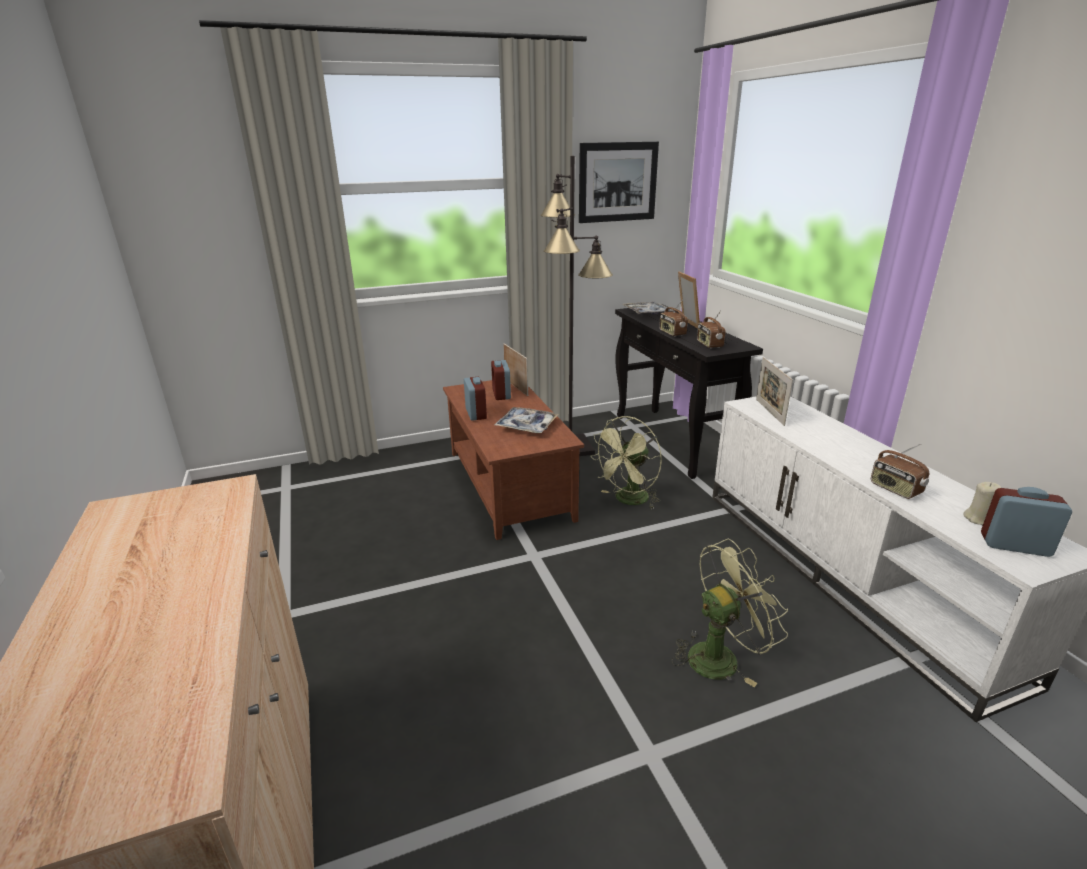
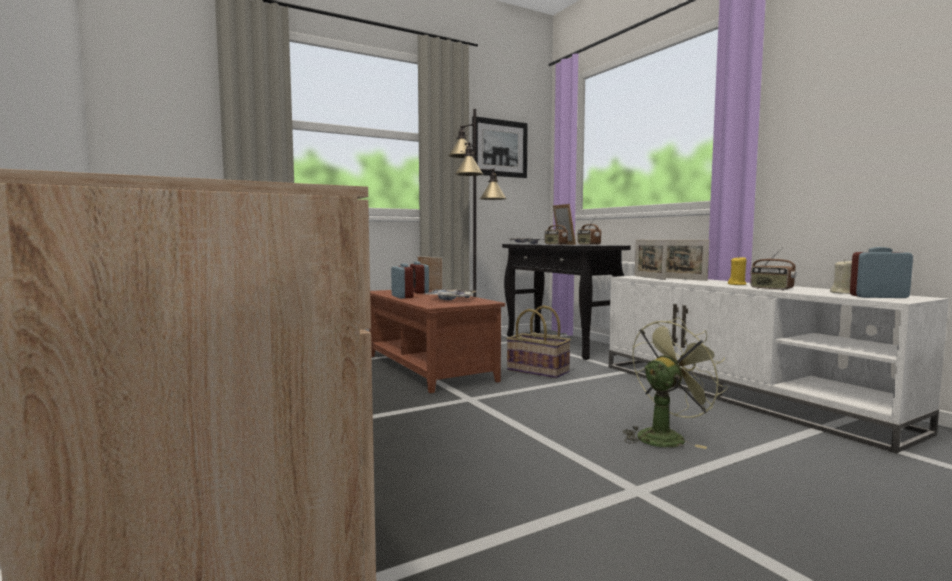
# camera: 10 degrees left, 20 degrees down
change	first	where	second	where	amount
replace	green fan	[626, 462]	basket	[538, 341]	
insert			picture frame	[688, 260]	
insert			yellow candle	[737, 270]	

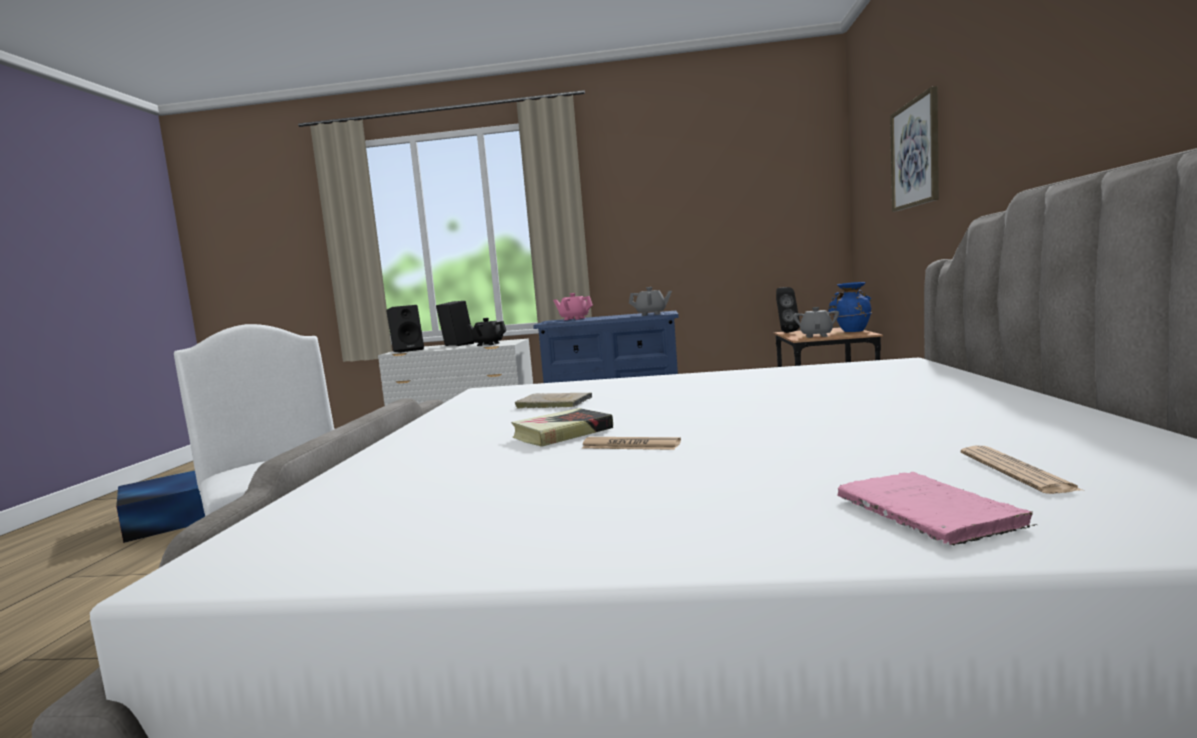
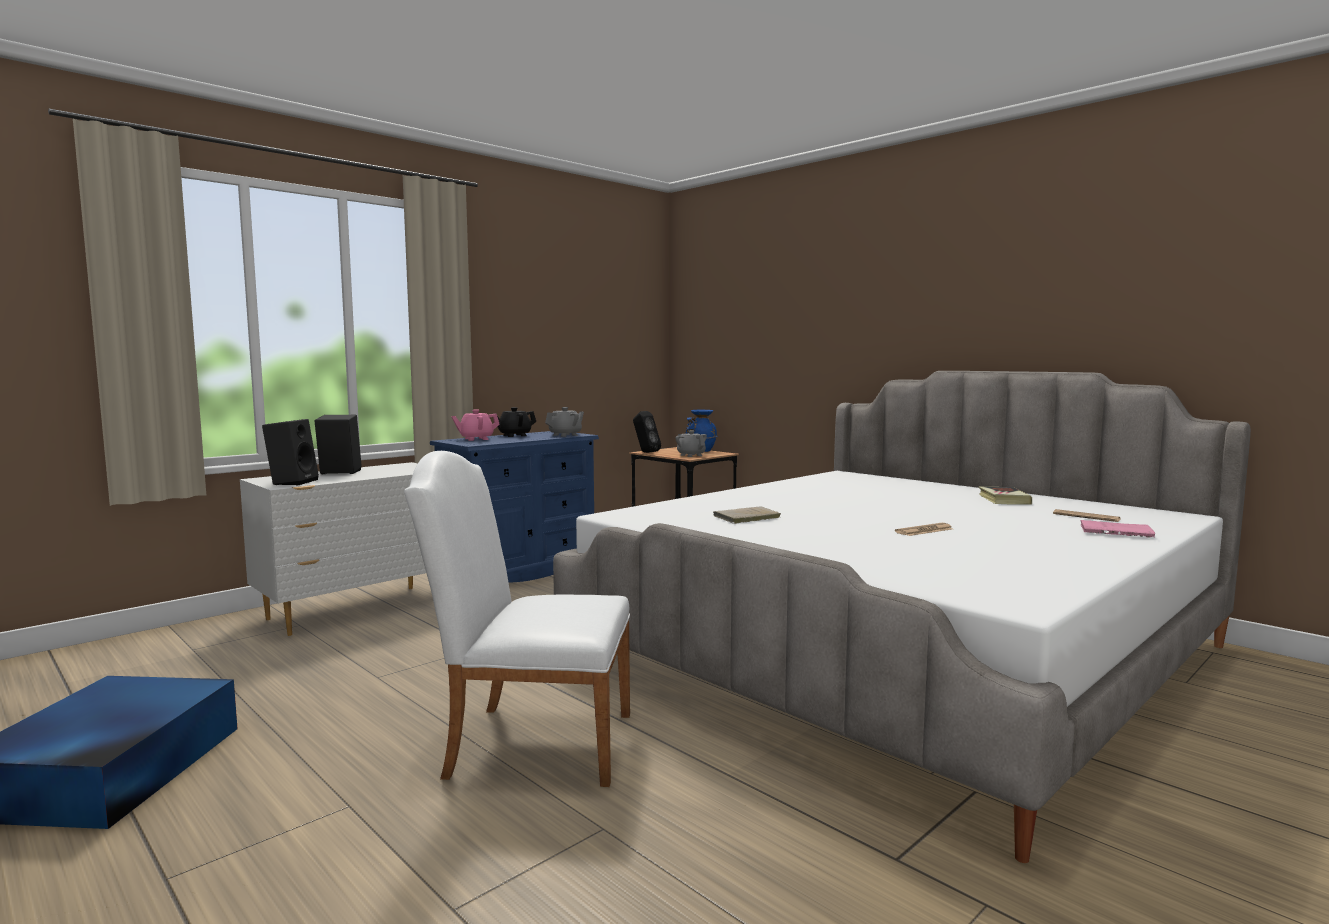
# camera: 50 degrees left, 0 degrees up
change	first	where	second	where	amount
move	black teapot	[487, 332]		[516, 422]	
move	book	[562, 427]		[1005, 496]	
delete	picture	[914, 149]			

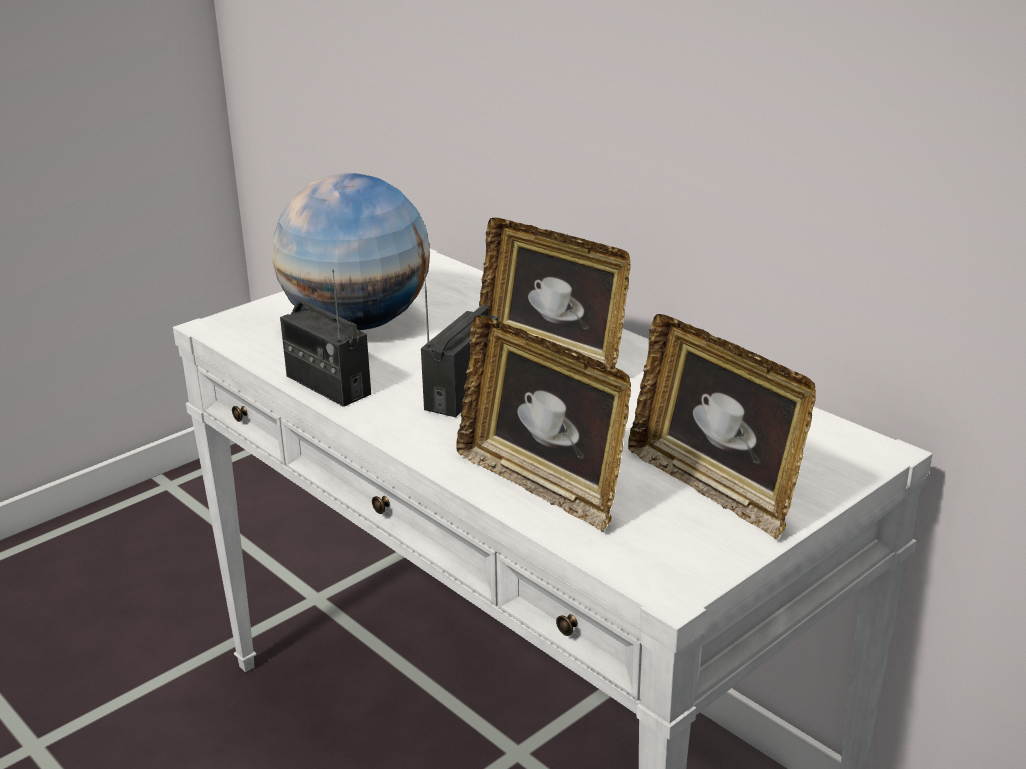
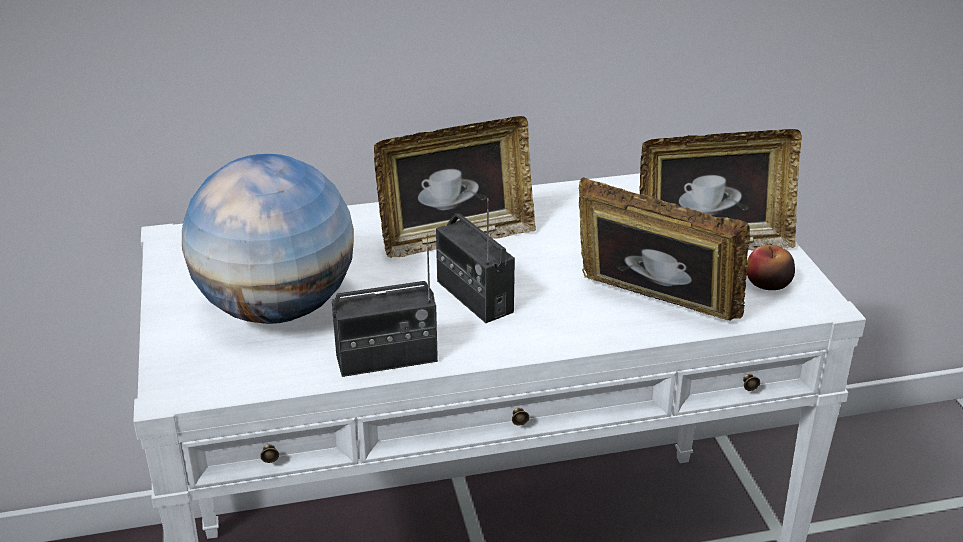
# camera: 60 degrees left, 5 degrees up
change	first	where	second	where	amount
rotate	picture frame	[543, 424]		[664, 248]	135 degrees counterclockwise
insert			apple	[770, 267]	

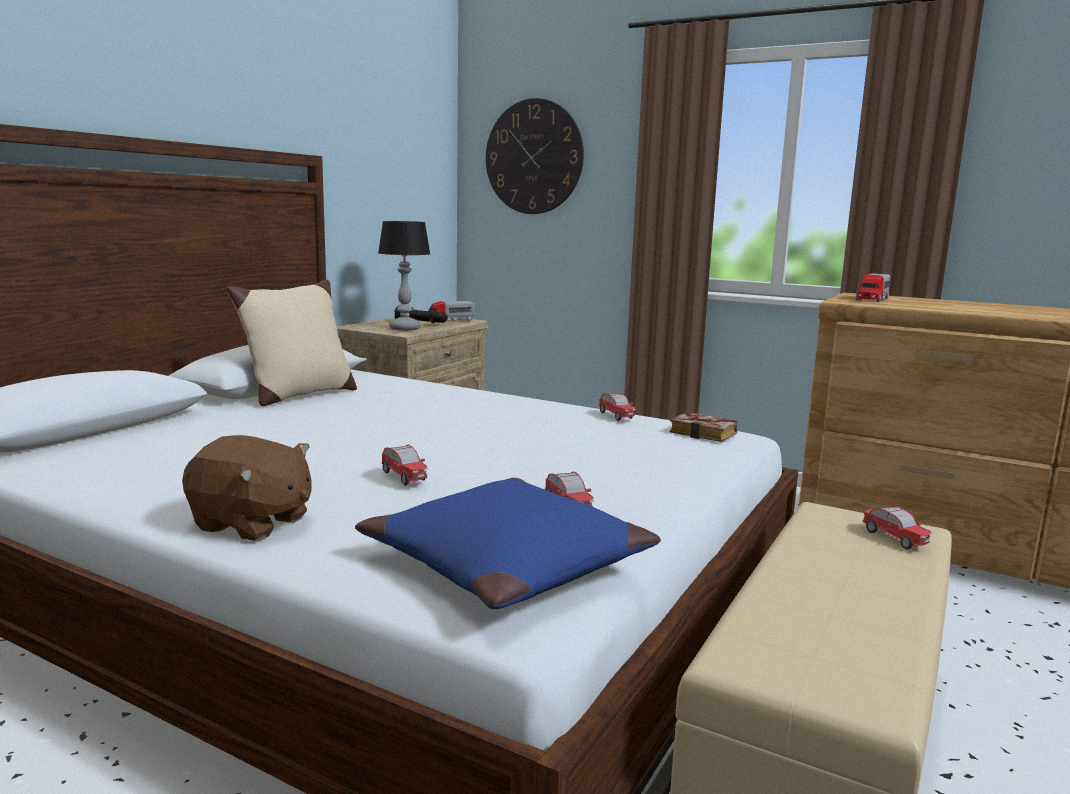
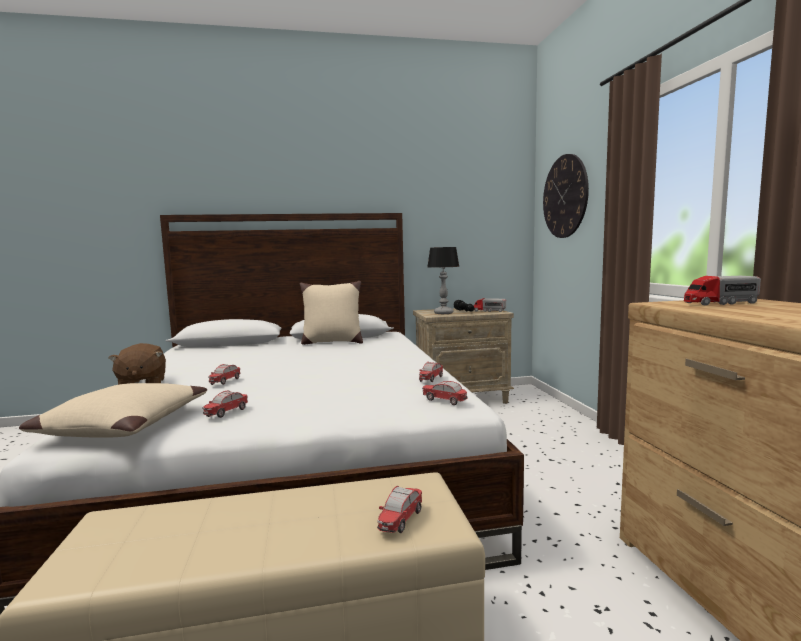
# camera: 50 degrees right, 5 degrees down
change	first	where	second	where	amount
recolor	blue pillow	[508, 543]	beige pillow	[113, 410]	
replace	book	[703, 427]	toy car	[444, 393]	

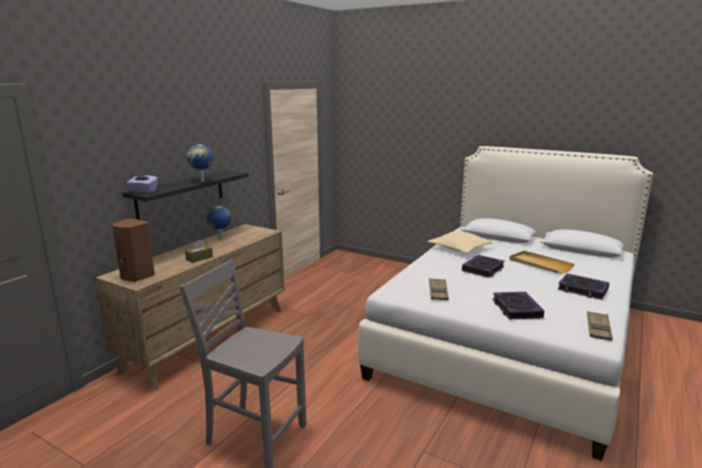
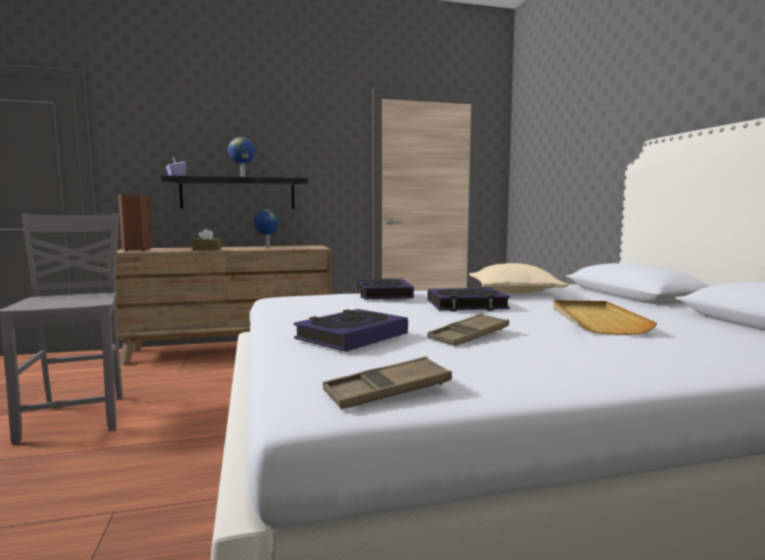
# camera: 45 degrees right, 10 degrees down
change	first	where	second	where	amount
move	book	[583, 286]		[385, 289]	
move	brown tray	[439, 289]		[468, 329]	

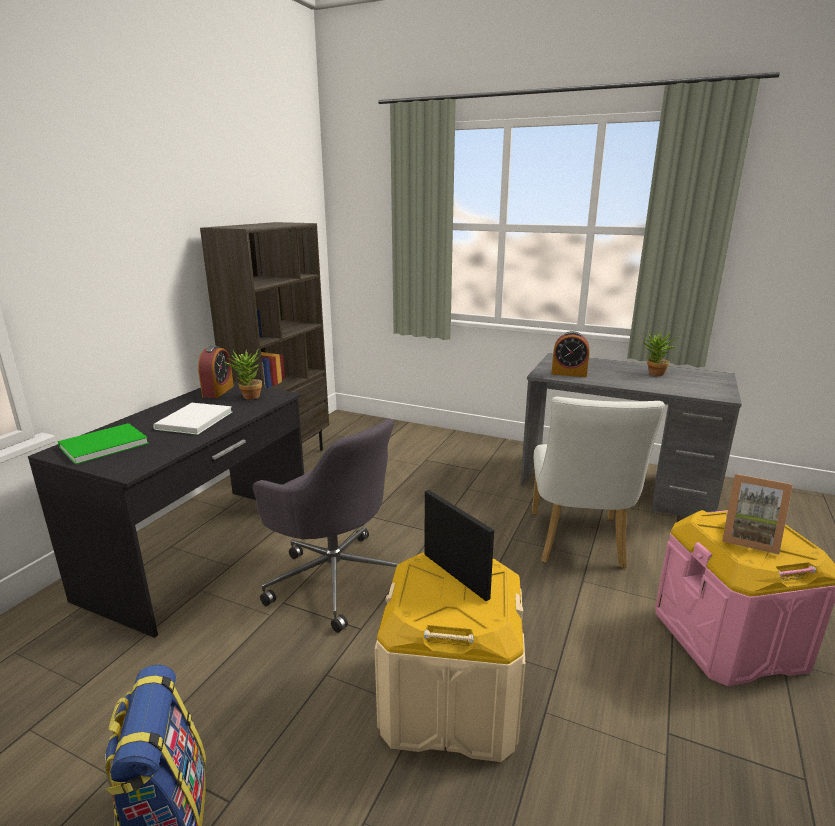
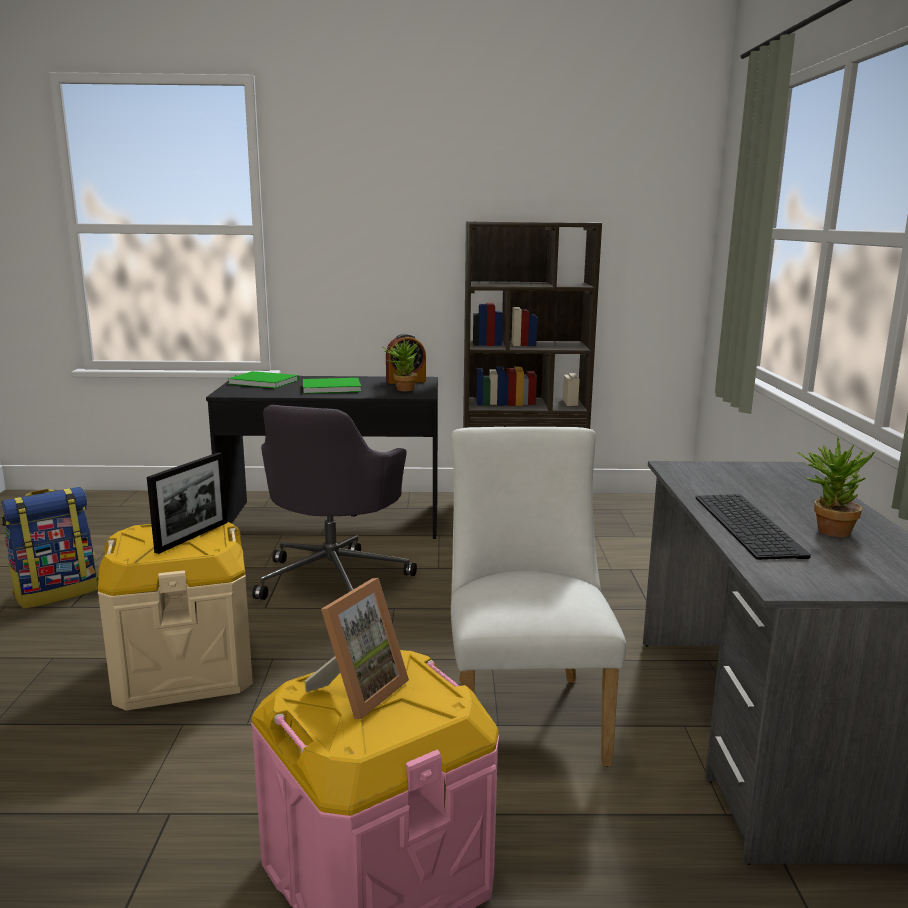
# camera: 65 degrees right, 5 degrees down
change	first	where	second	where	amount
recolor	white book	[192, 419]	green book	[332, 386]	
rotate	picture frame	[757, 514]		[356, 648]	150 degrees counterclockwise
rotate	white chair	[598, 483]		[538, 597]	105 degrees clockwise
insert			keyboard	[753, 527]	
delete	alarm clock	[570, 354]			

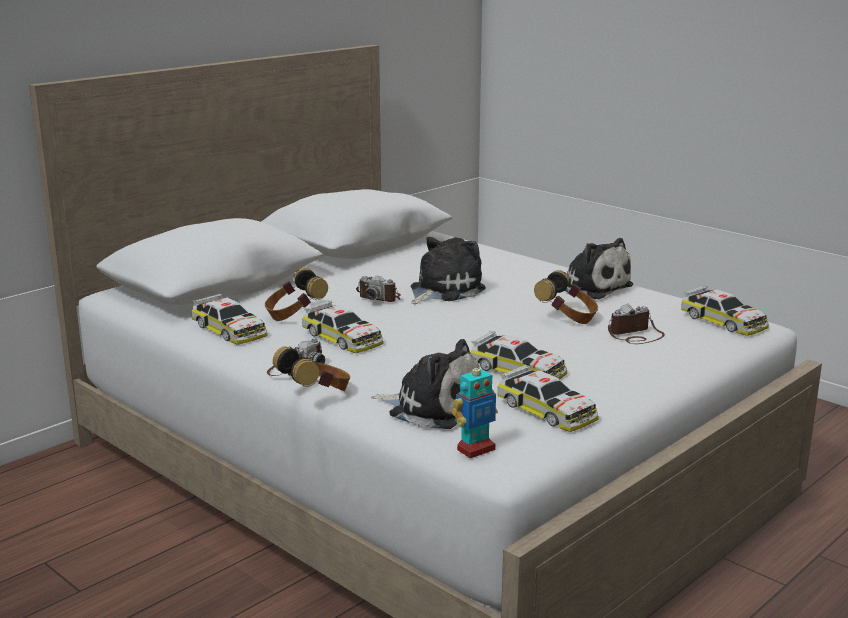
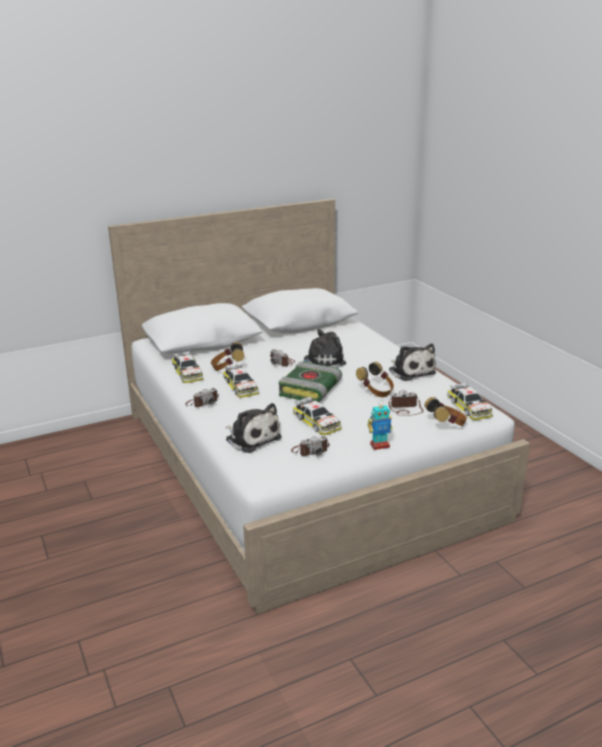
# camera: 20 degrees right, 5 degrees up
change	first	where	second	where	amount
insert			book	[310, 382]	
replace	toy car	[548, 398]	photo camera	[310, 446]	
move	toy robot	[475, 409]		[380, 425]	
move	headphones	[311, 368]		[446, 411]	

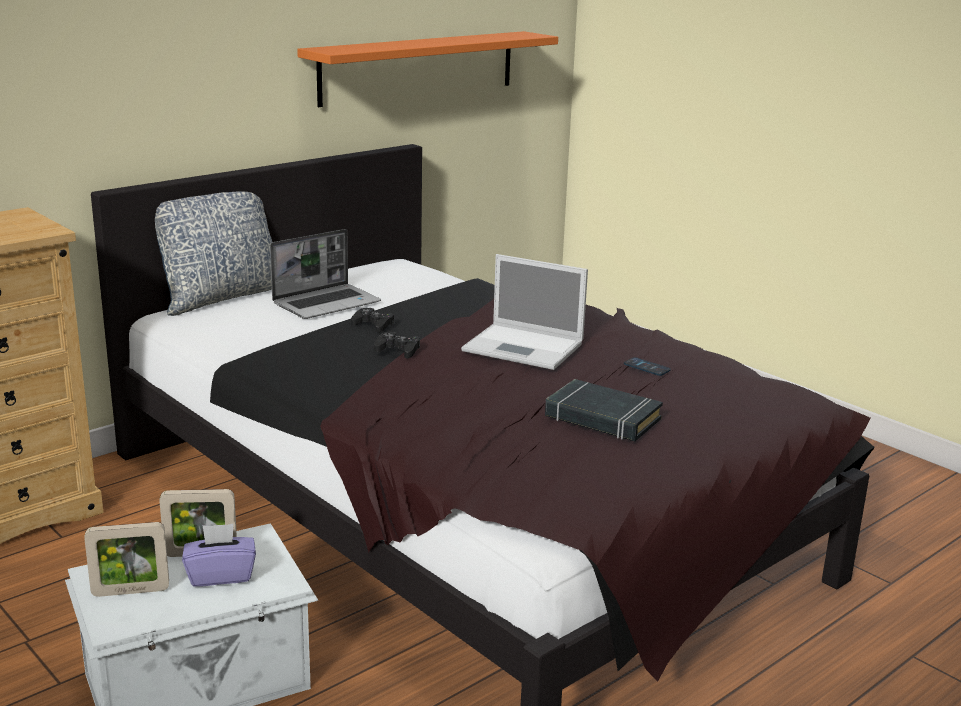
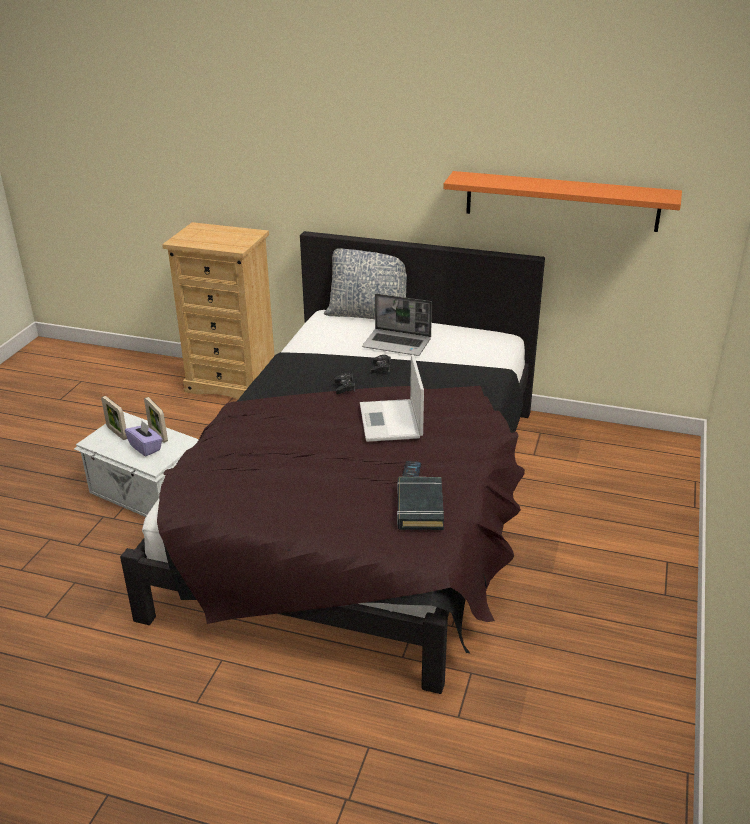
# camera: 60 degrees right, 10 degrees up
change	first	where	second	where	amount
move	black book	[604, 410]		[420, 503]	

